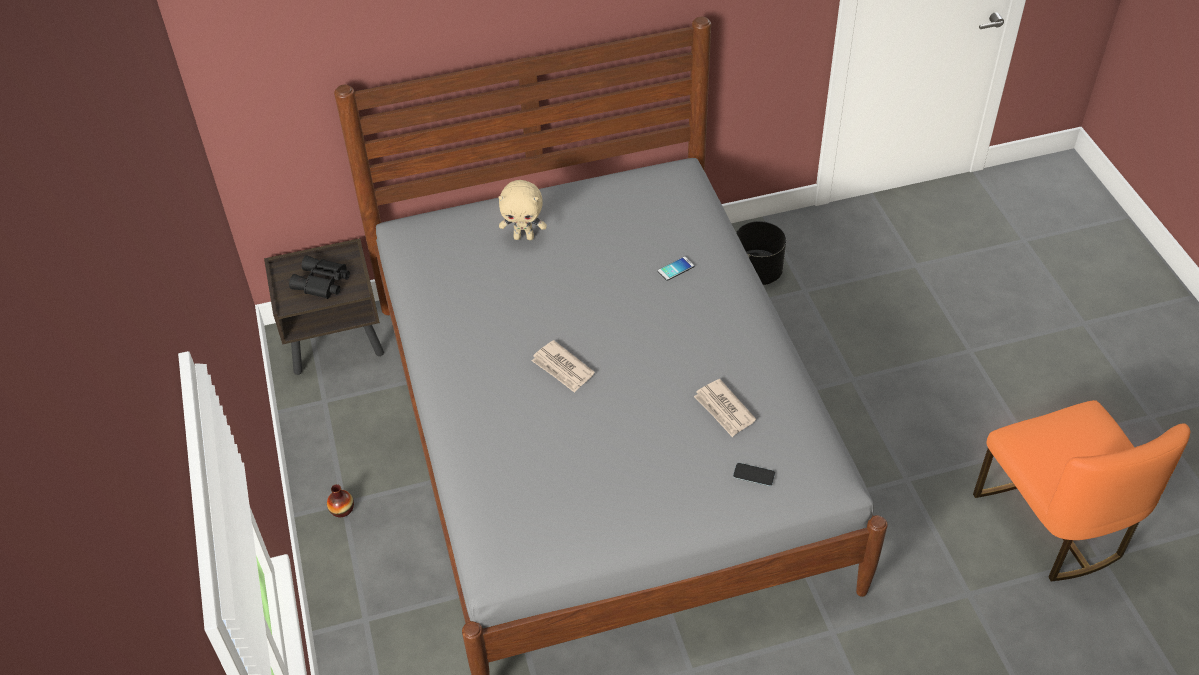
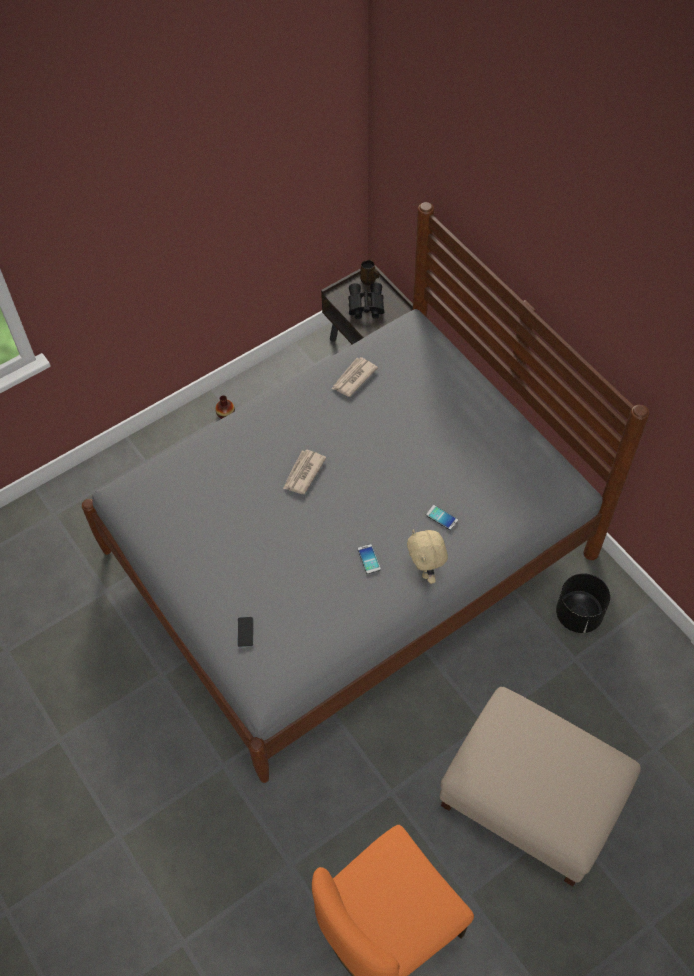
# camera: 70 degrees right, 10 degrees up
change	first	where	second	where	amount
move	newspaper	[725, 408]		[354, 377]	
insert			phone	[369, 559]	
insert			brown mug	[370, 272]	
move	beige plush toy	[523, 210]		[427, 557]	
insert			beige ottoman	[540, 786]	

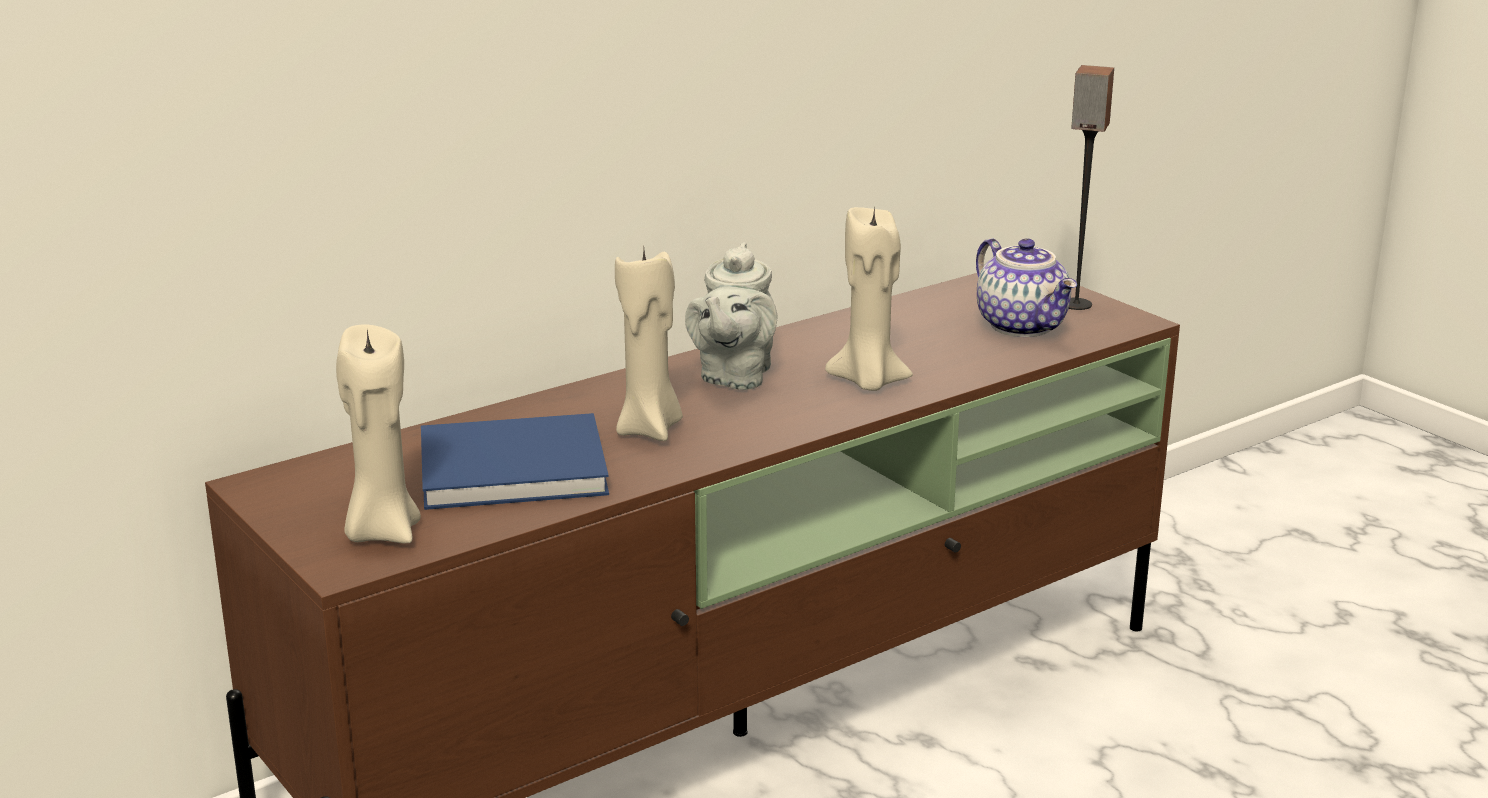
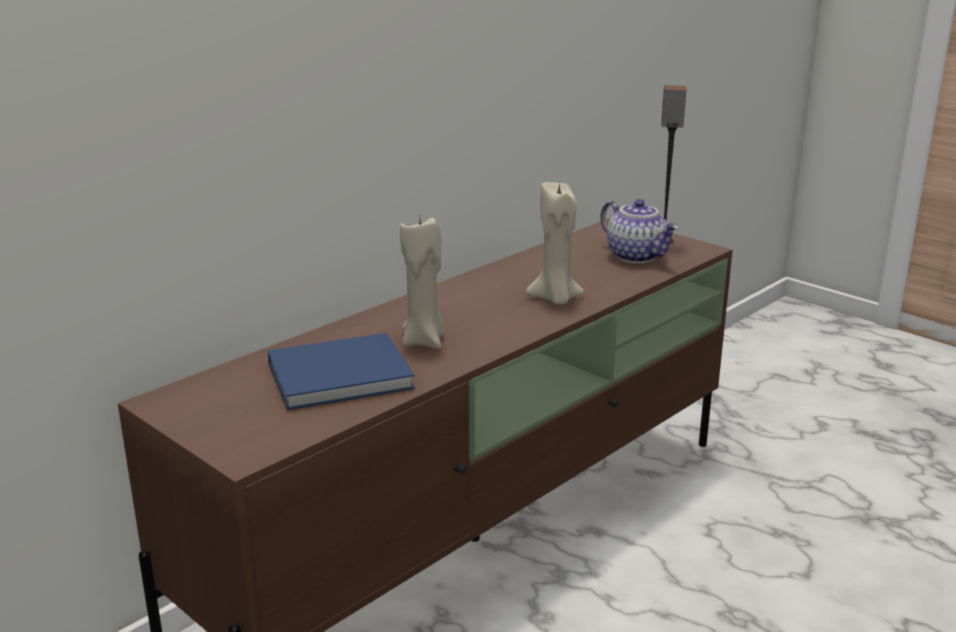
# camera: 10 degrees left, 0 degrees up
change	first	where	second	where	amount
delete	beige candle	[378, 434]			
delete	grey teapot	[731, 316]			

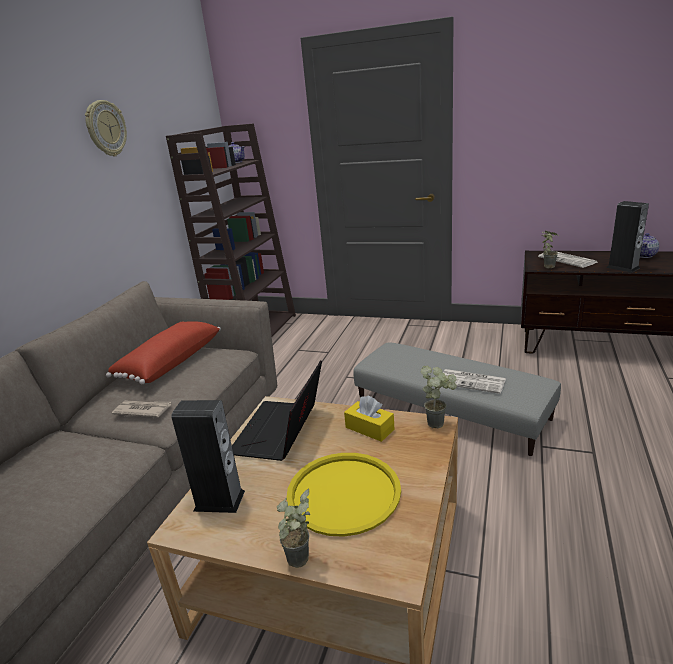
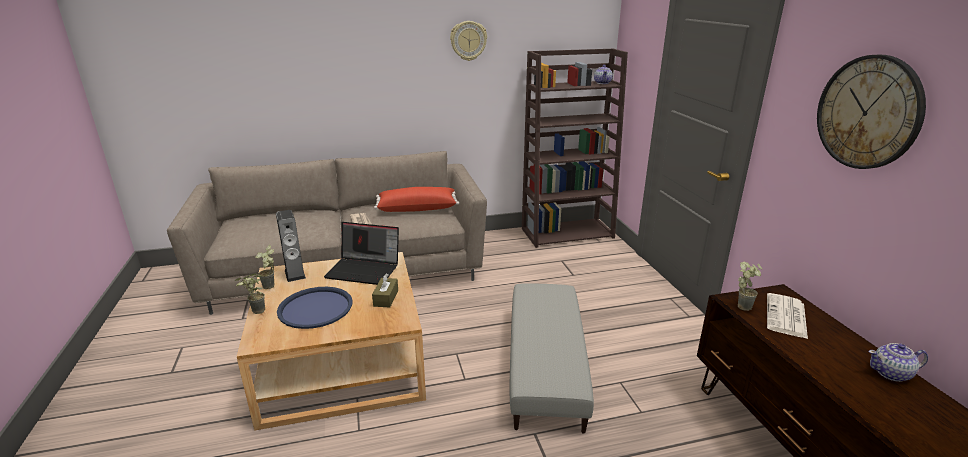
# camera: 55 degrees right, 0 degrees up
change	first	where	second	where	amount
move	potted plant	[439, 397]		[264, 267]	
recolor	yellow tray	[344, 495]	blue tray	[315, 308]	
rotate	laptop	[277, 410]		[361, 253]	150 degrees counterclockwise
recolor	yellow tissue box	[369, 419]	brown tissue box	[385, 290]	
insert			wall clock	[871, 111]	
delete	newspaper	[474, 381]			
delete	speaker	[627, 237]			

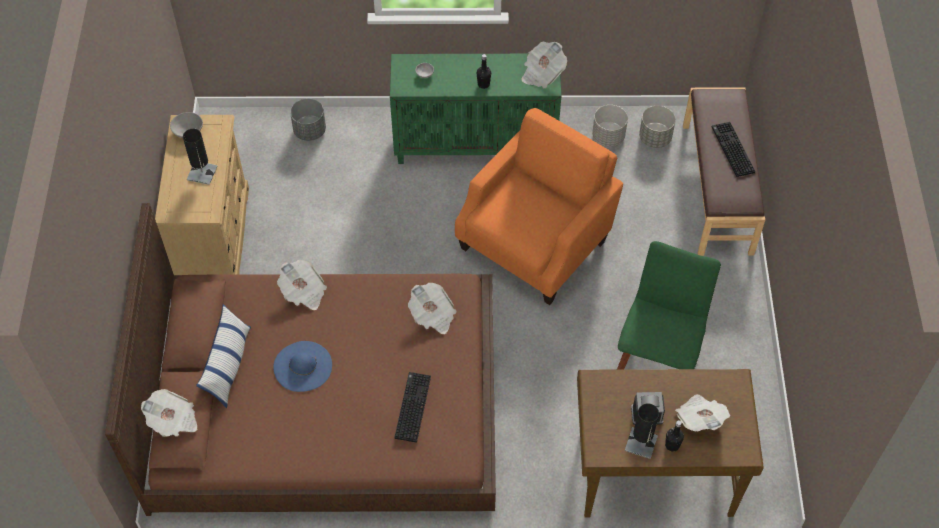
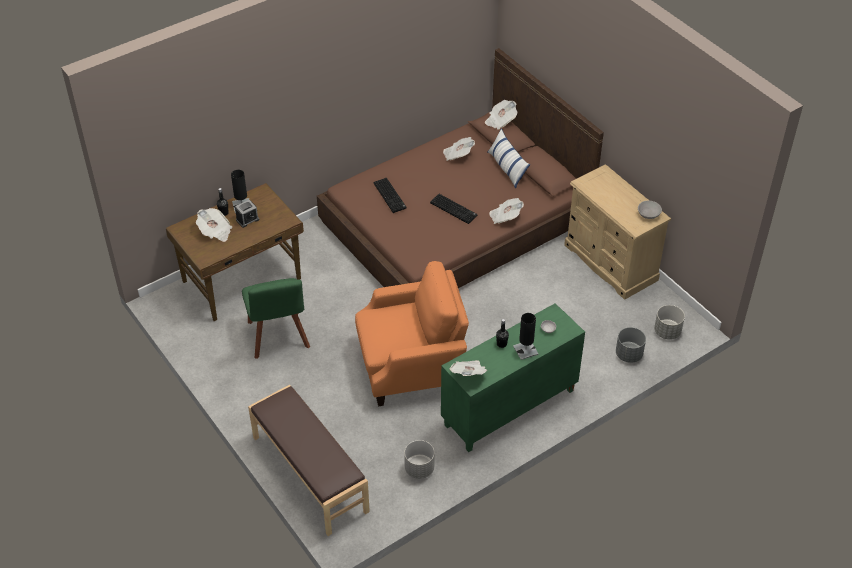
# camera: 145 degrees right, 10 degrees down
change	first	where	second	where	amount
rotate	orange armchair	[539, 206]		[412, 333]	105 degrees counterclockwise
move	keyboard	[733, 149]		[453, 209]	
move	newspaper	[432, 308]		[459, 149]	
move	black table lamp	[200, 157]		[526, 336]	
move	grey planter	[657, 127]		[669, 322]	
delete	blue hat	[302, 366]			

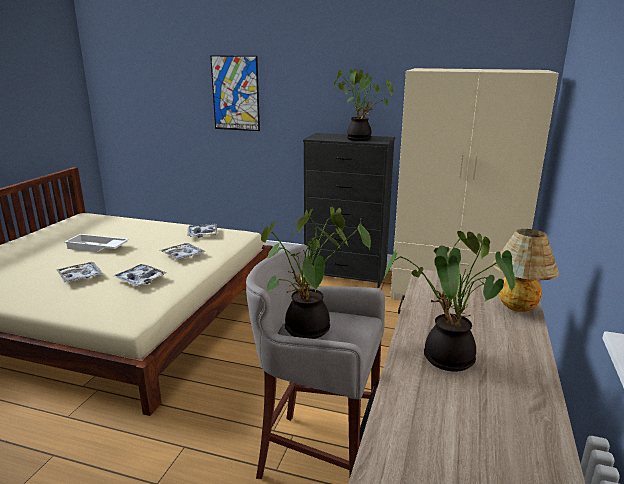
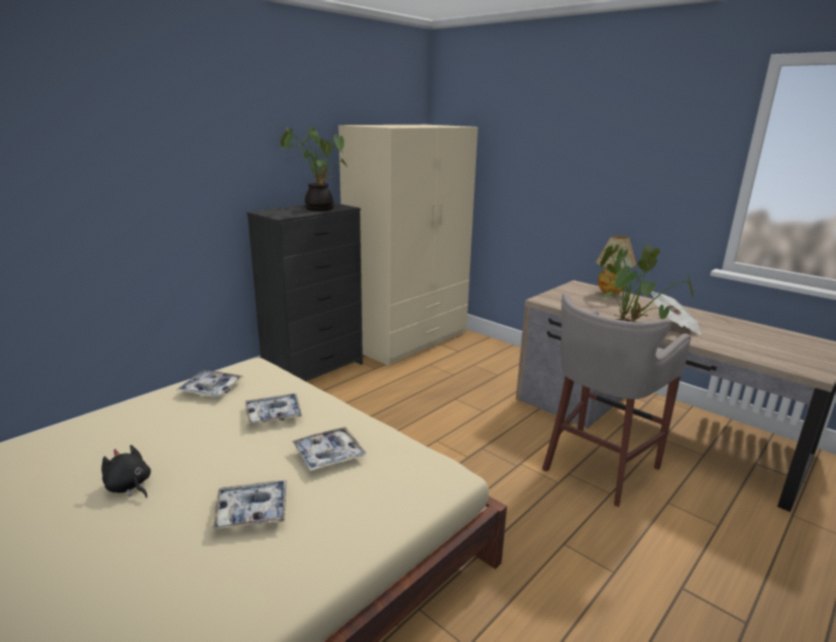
# camera: 65 degrees left, 0 degrees up
change	first	where	second	where	amount
replace	white tray	[97, 243]	black plush toy	[126, 471]	
replace	potted plant	[450, 301]	newspaper	[676, 313]	
delete	picture	[235, 93]			

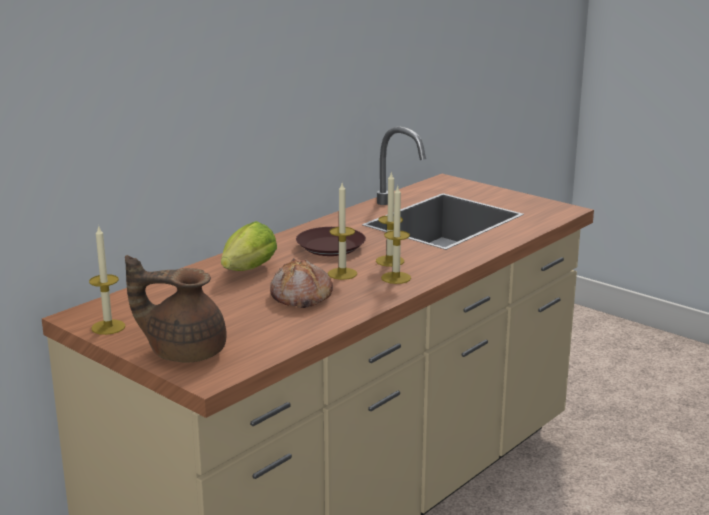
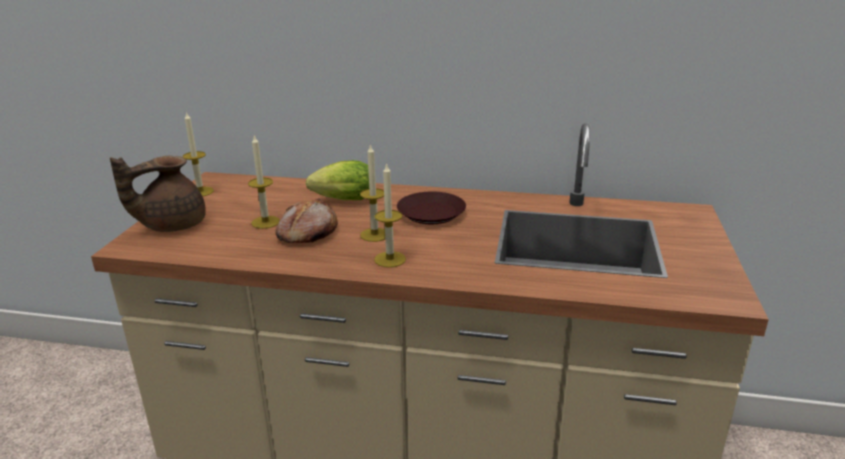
# camera: 60 degrees right, 5 degrees up
change	first	where	second	where	amount
rotate	brown teapot	[175, 309]		[158, 194]	105 degrees counterclockwise
move	candle	[390, 220]		[264, 182]	

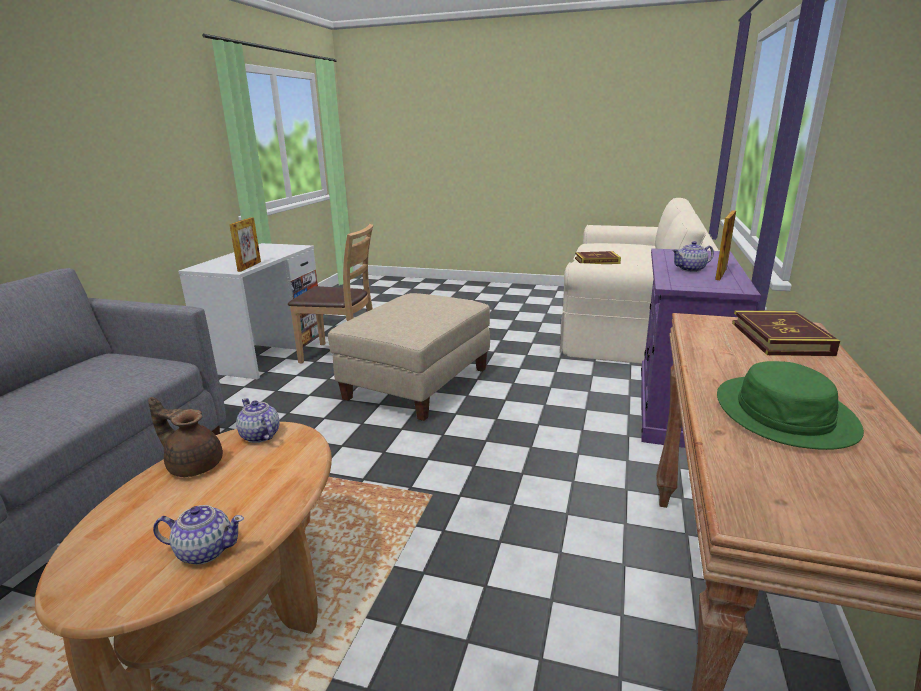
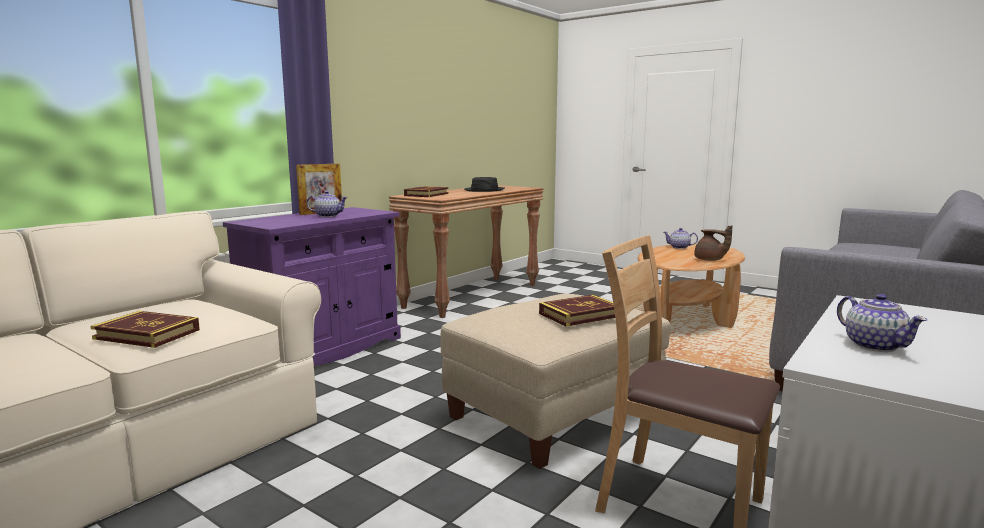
# camera: 160 degrees left, 10 degrees down
change	first	where	second	where	amount
recolor	green hat	[790, 405]	black hat	[484, 184]	
insert			book	[577, 311]	
move	teapot	[258, 420]		[882, 323]	
delete	picture frame	[245, 244]			

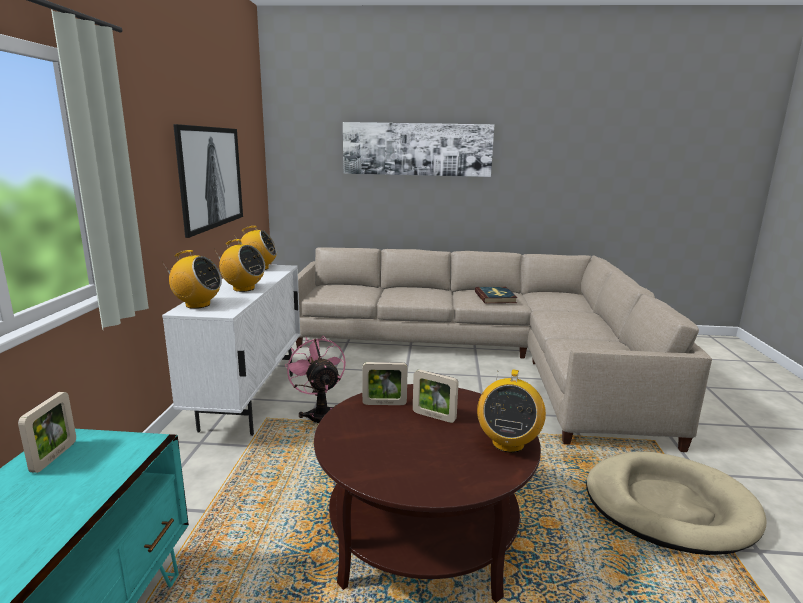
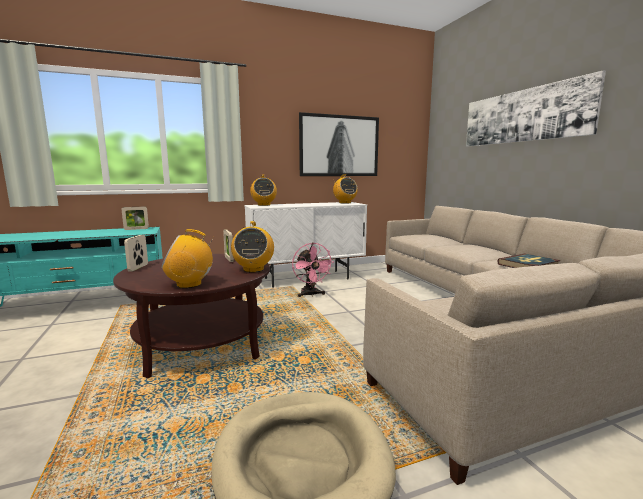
# camera: 65 degrees right, 5 degrees down
change	first	where	second	where	amount
move	picture frame	[436, 396]		[136, 253]	
move	radio	[240, 265]		[252, 247]	
rotate	pink fan	[315, 379]		[313, 270]	120 degrees clockwise

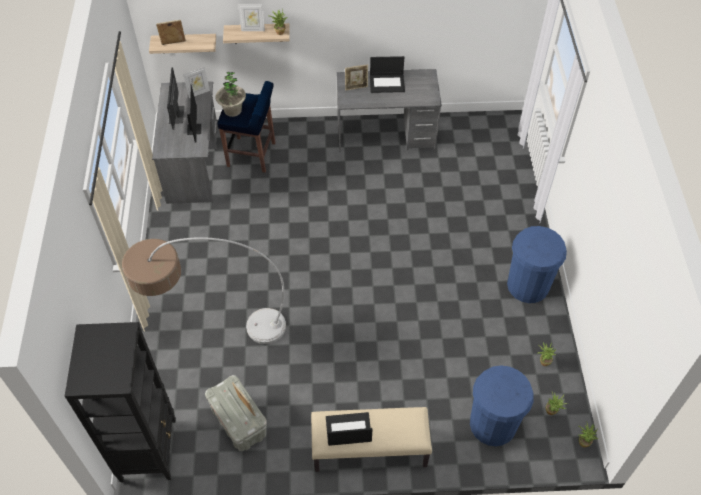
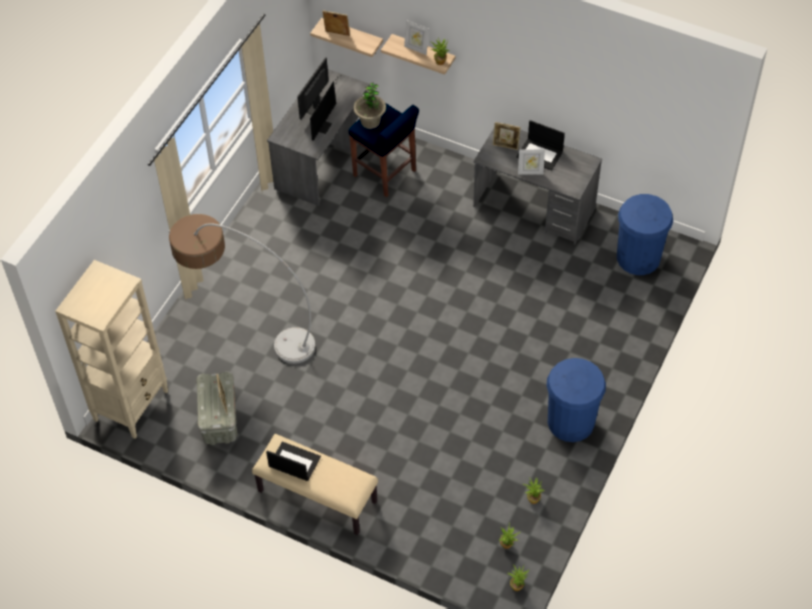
# camera: 30 degrees right, 0 degrees up
change	first	where	second	where	amount
recolor	black bookcase	[120, 402]	beige bookcase	[111, 349]	
move	picture frame	[196, 82]		[531, 162]	
move	blue trash can	[502, 405]		[645, 234]	

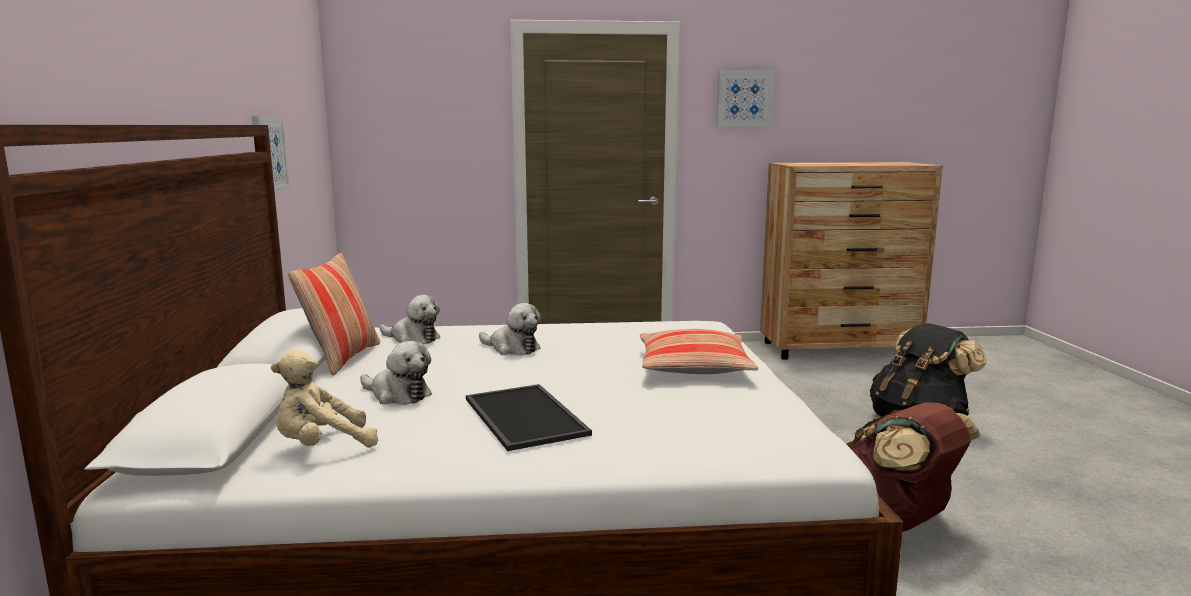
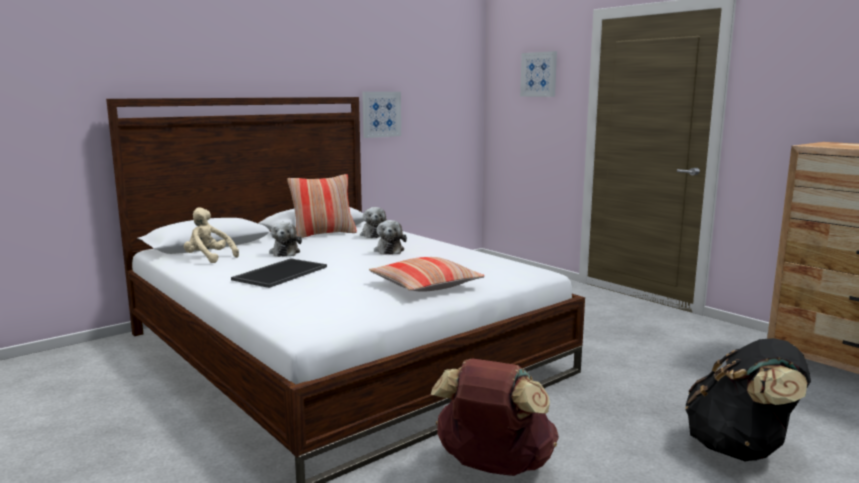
# camera: 55 degrees right, 0 degrees up
change	first	where	second	where	amount
move	picture	[745, 98]		[538, 74]	

